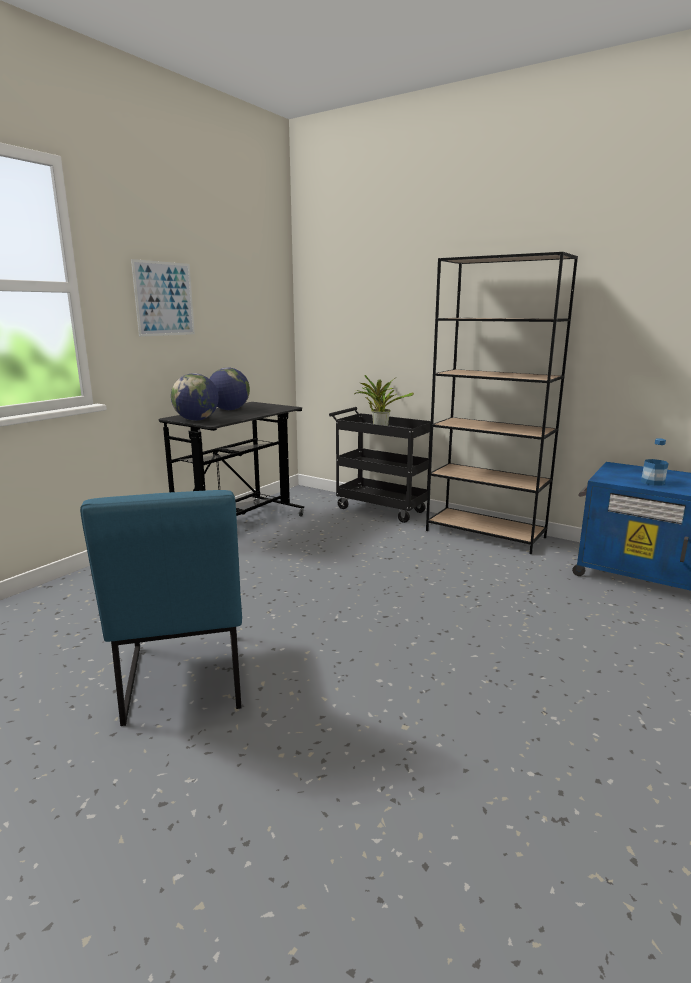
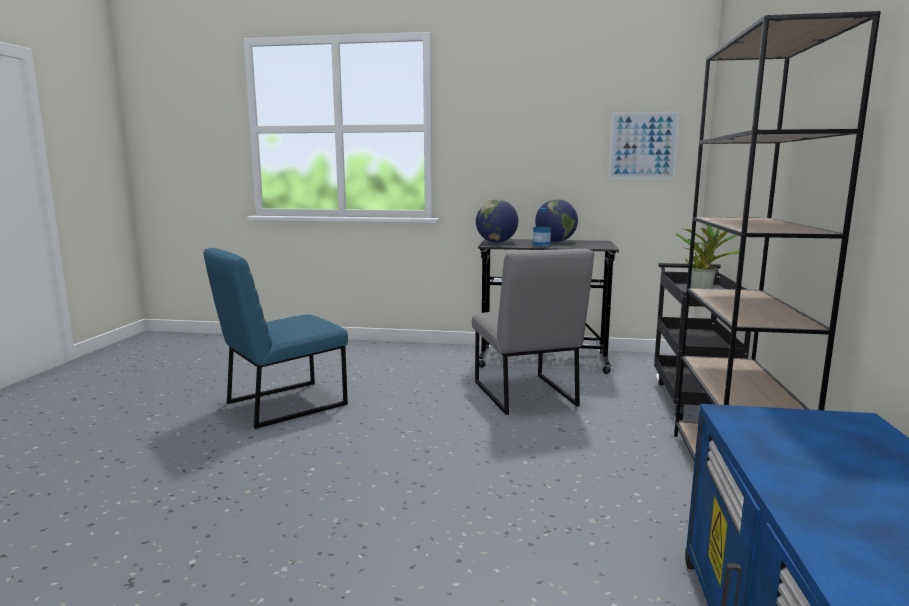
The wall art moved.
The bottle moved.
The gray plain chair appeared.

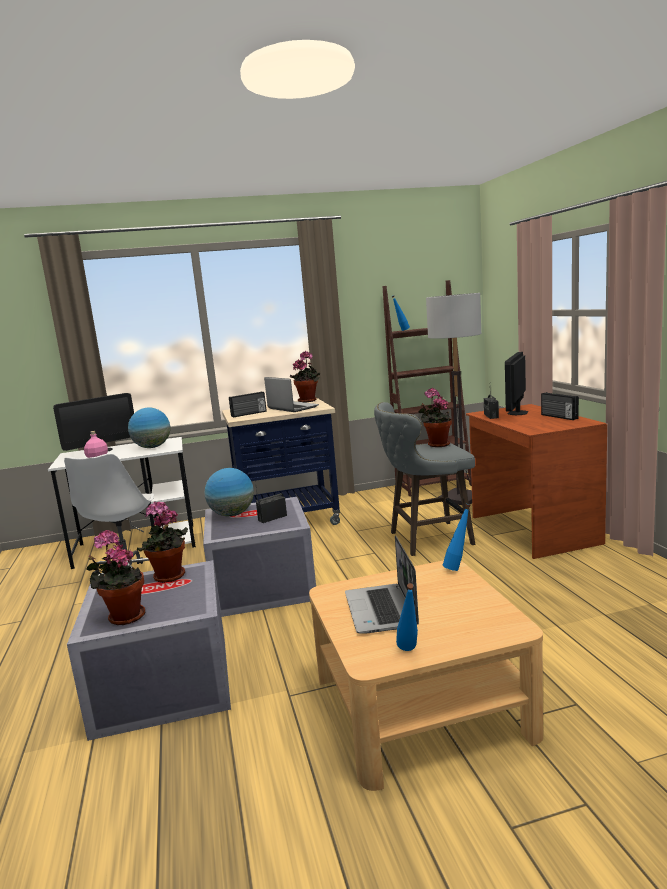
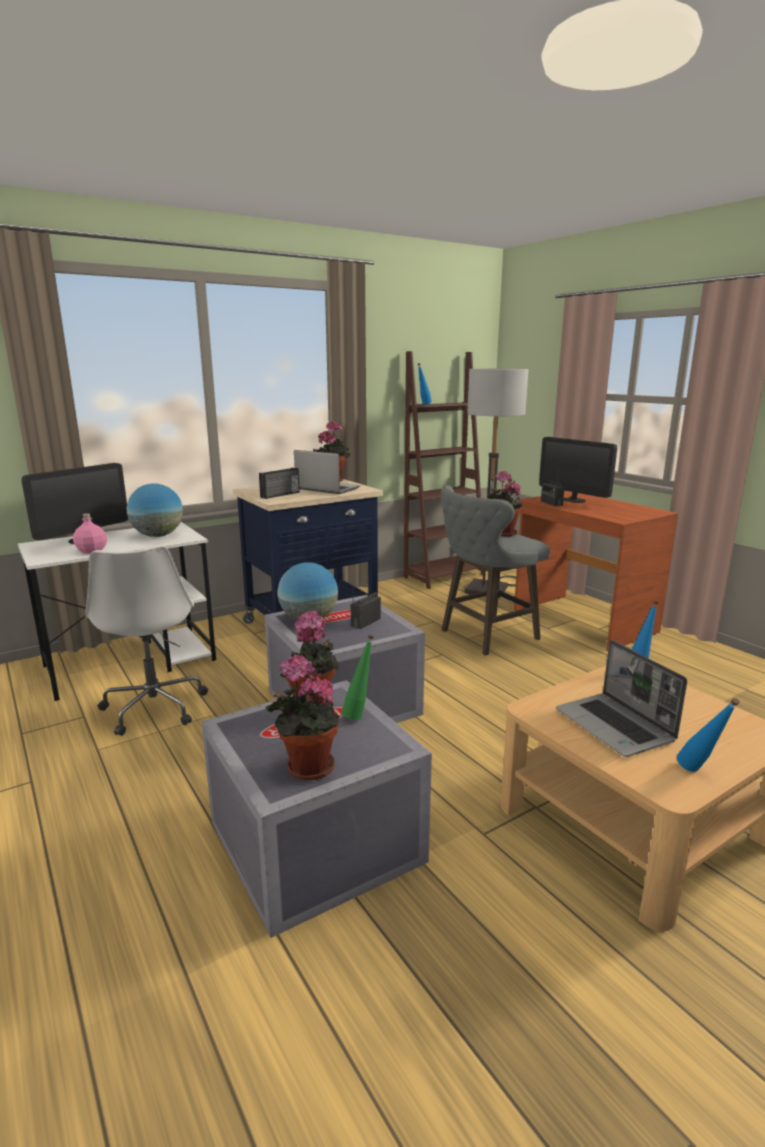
The computer display (no. 2 from left) turned 45 degrees counterclockwise.
The radio set (no. 4 from left) disappeared.
The greenish bottle appeared.

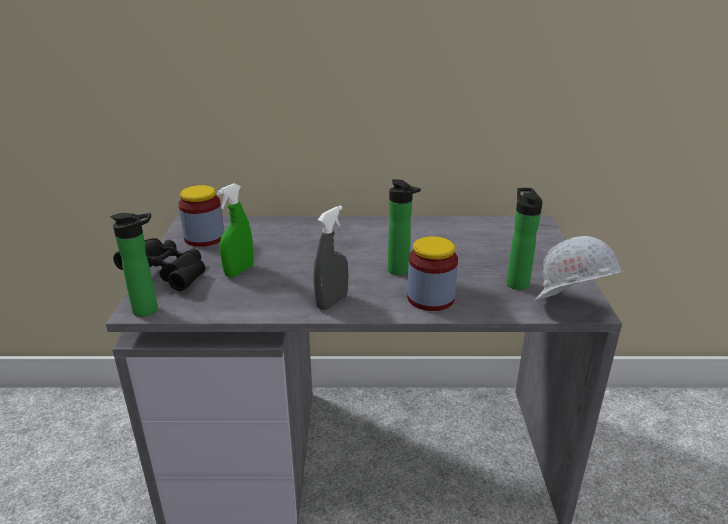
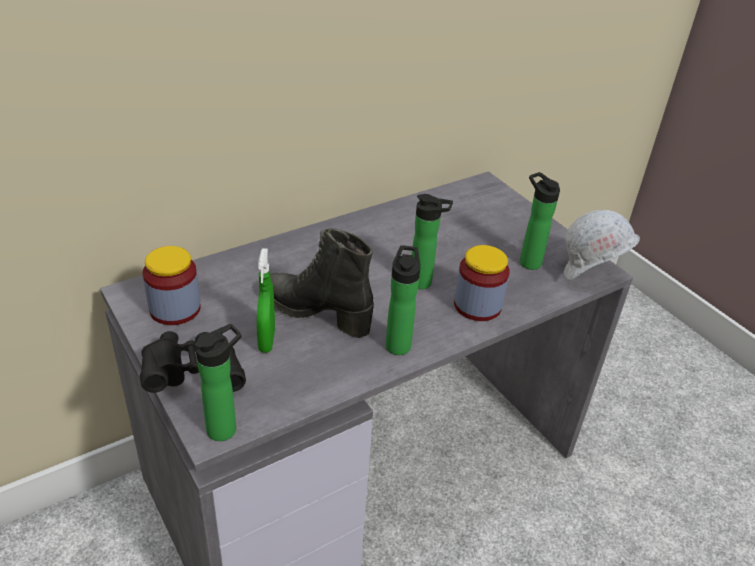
The gray hand sprayer was replaced by the bottle (no. 2 from left).
The black-coloured high-top boot appeared.

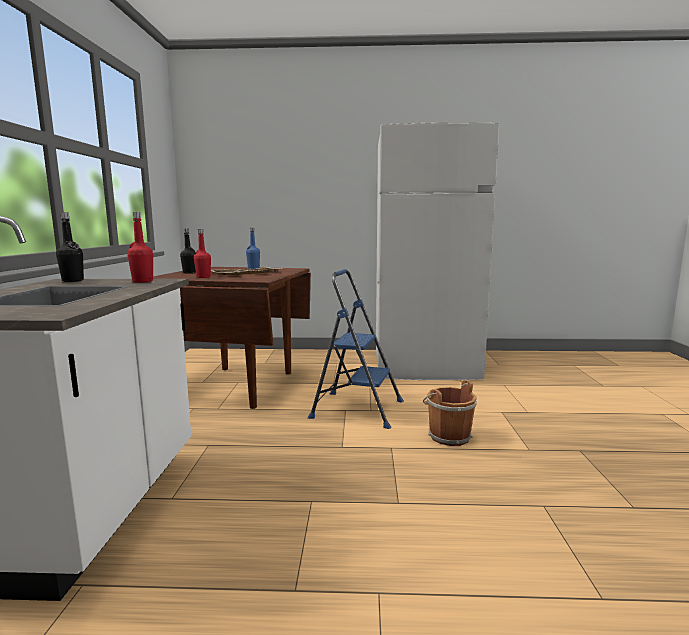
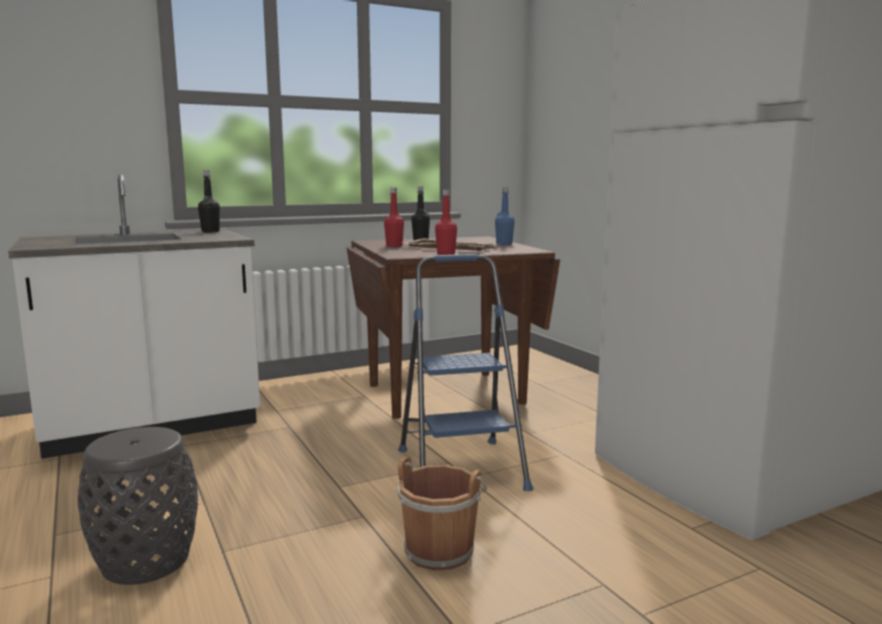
The red-coloured bottle (no. 1 from left in the first image) moved.
The gray sitting stool appeared.

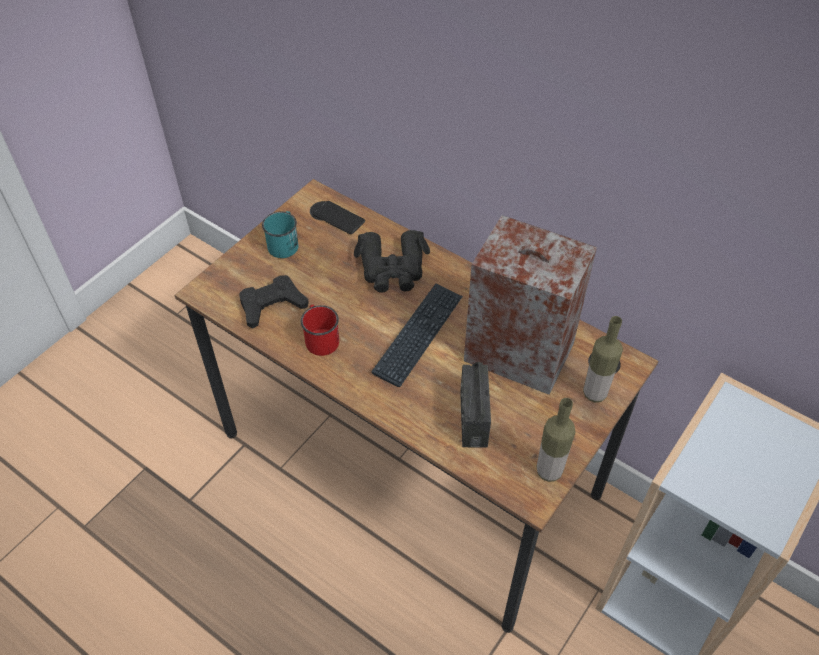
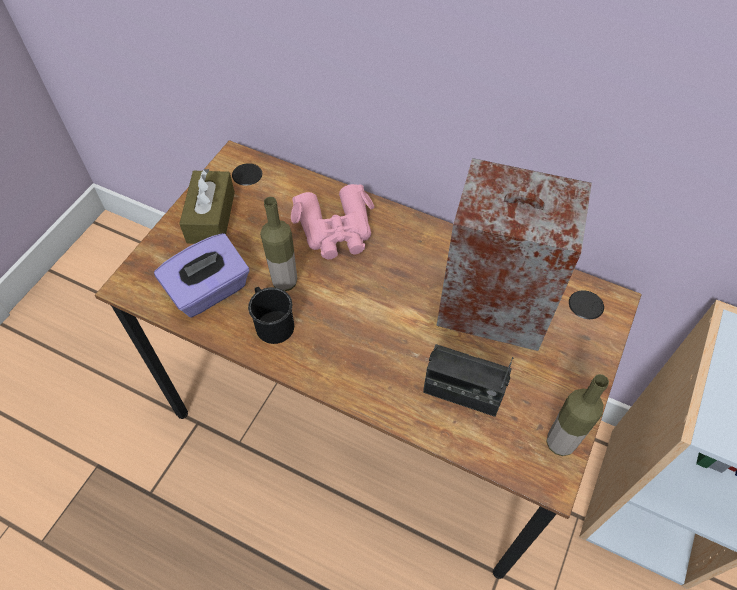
The black-coloured gamepad was replaced by the purple tissue box.
The turquoise tea mug was replaced by the brown-coloured tissue box.
The red-coloured tea mug became the black-coloured tea mug.
The telephone disappeared.
The black-coloured binoculars became the pinkish binoculars.
The keyboard disappeared.
The radio set turned 60 degrees counterclockwise.
The bottle (no. 2 from left in the first image) moved.

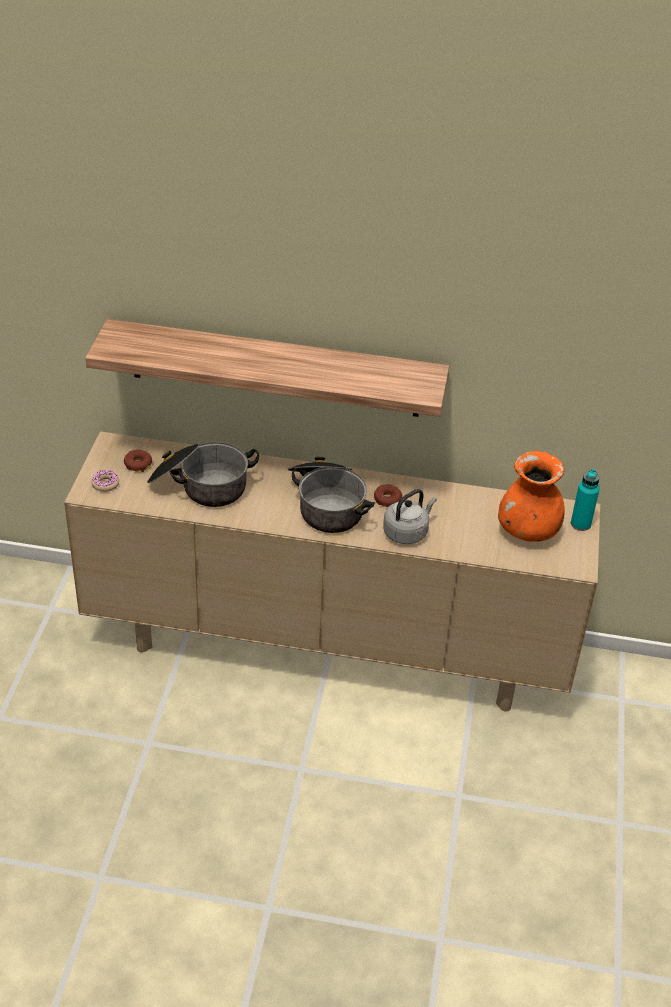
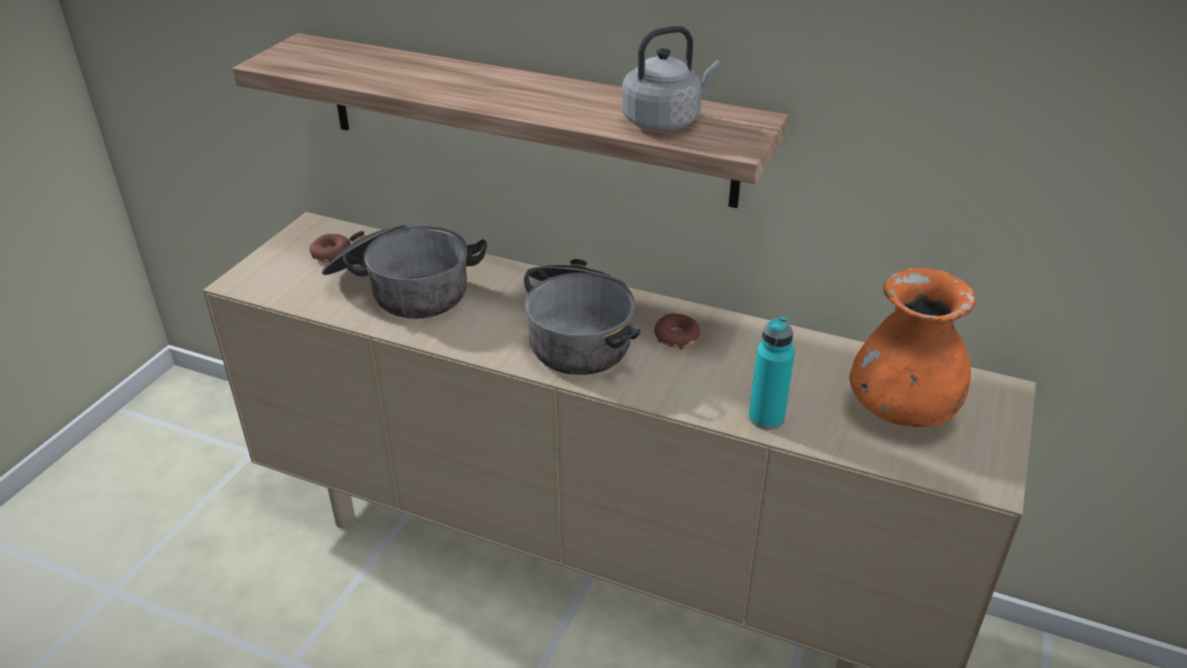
The ring doughnut (no. 1 from left) disappeared.
The gray kettle moved.
The turquoise bottle moved.

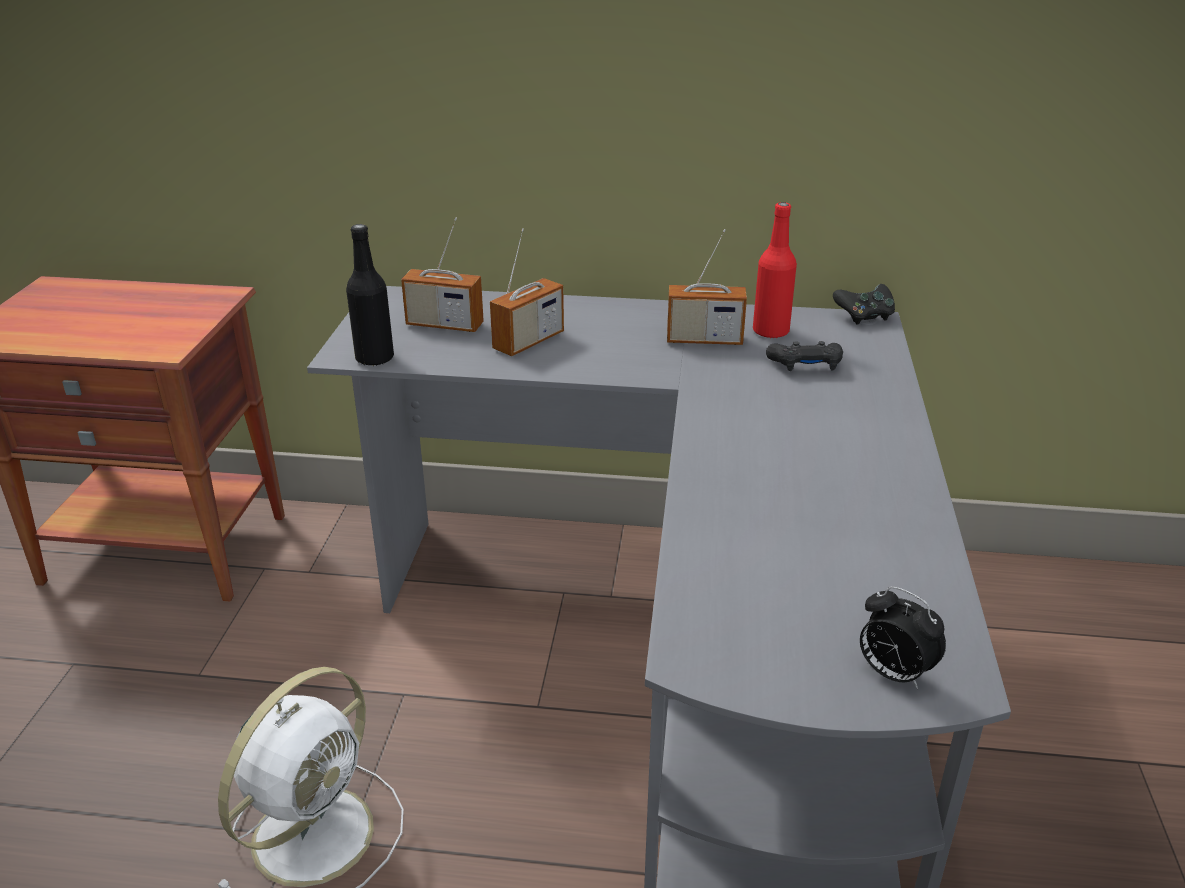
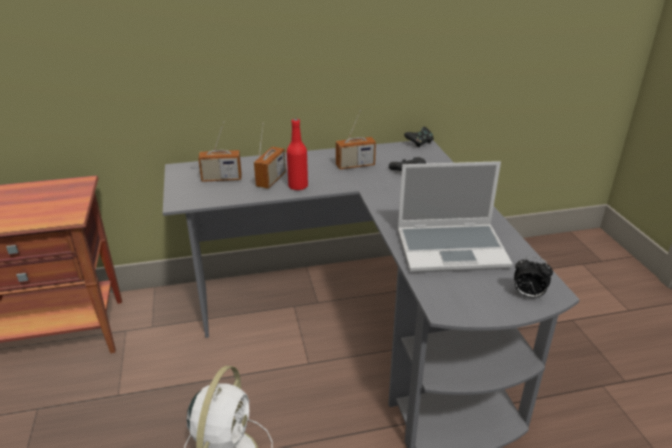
The black-coloured bottle disappeared.
The red-coloured bottle moved.
The portable computer appeared.

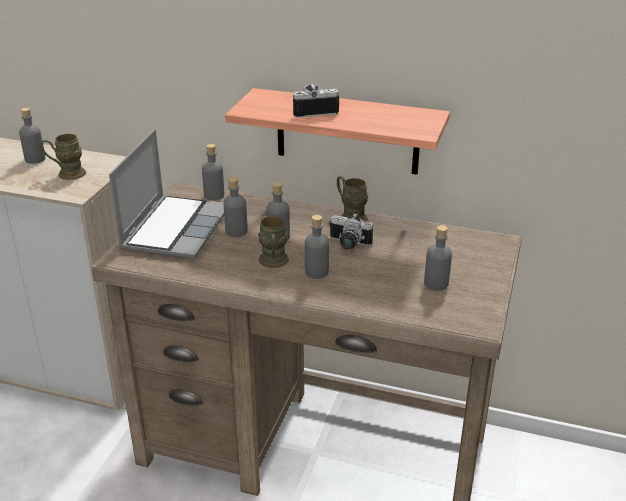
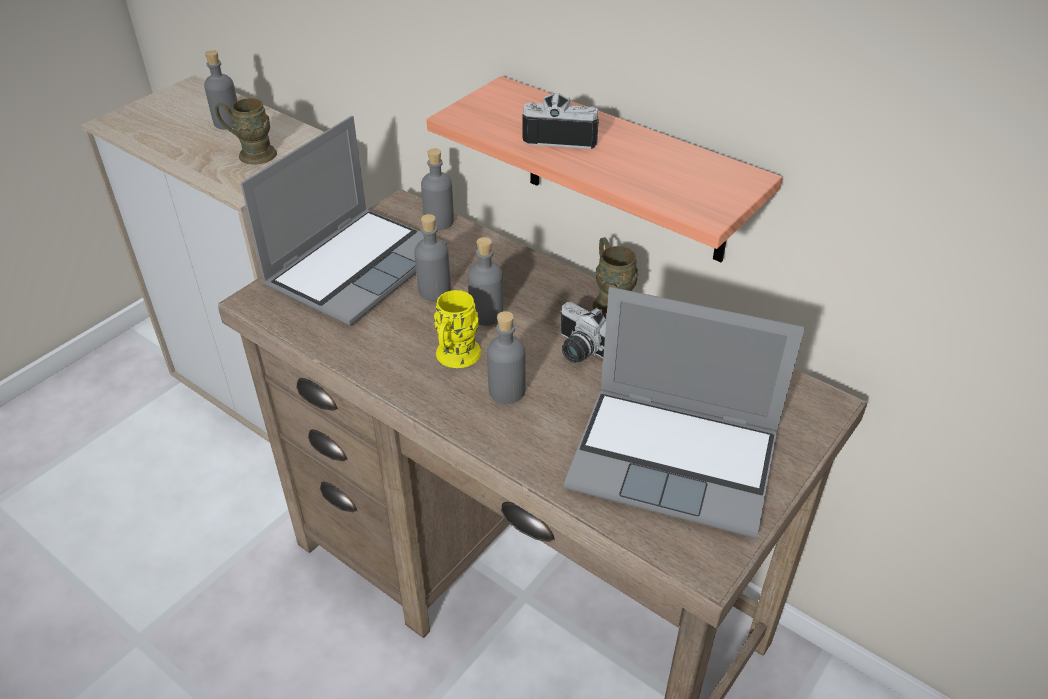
The brown-coloured tea mug (no. 2 from left) became the yellow tea mug.
The gray bottle (no. 6 from left) was replaced by the portable computer (no. 2 from left).

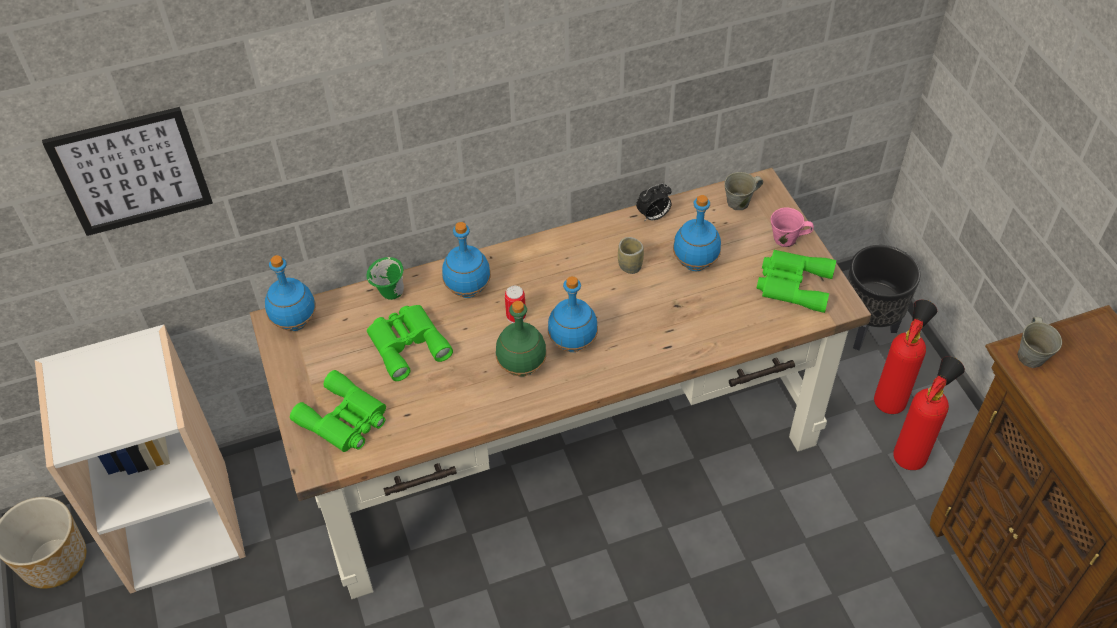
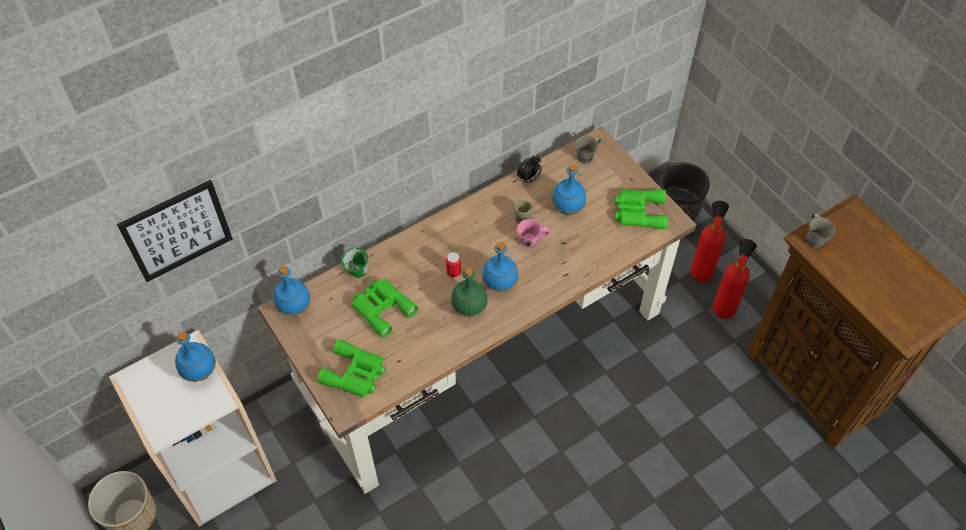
The blue-coloured bottle (no. 2 from left in the first image) moved.
The pinkish tea mug moved.

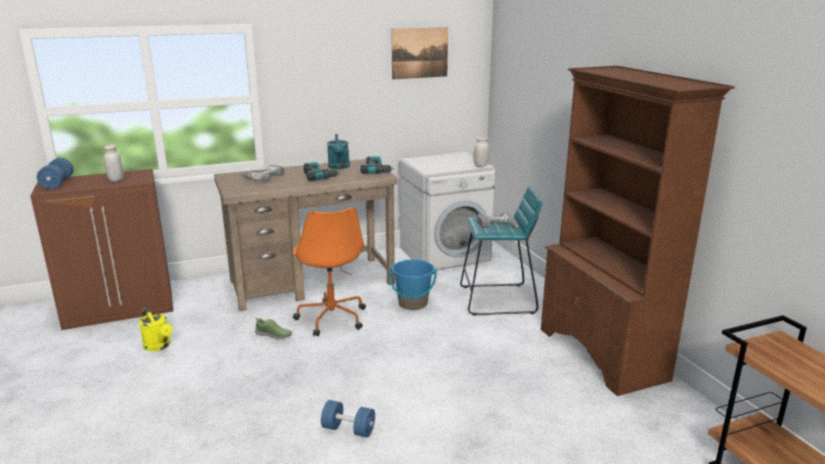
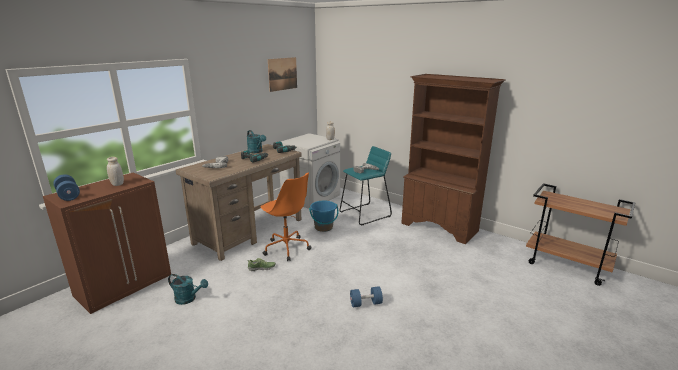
The yellow sprinkling can became the turquoise sprinkling can (no. 1 from left).

